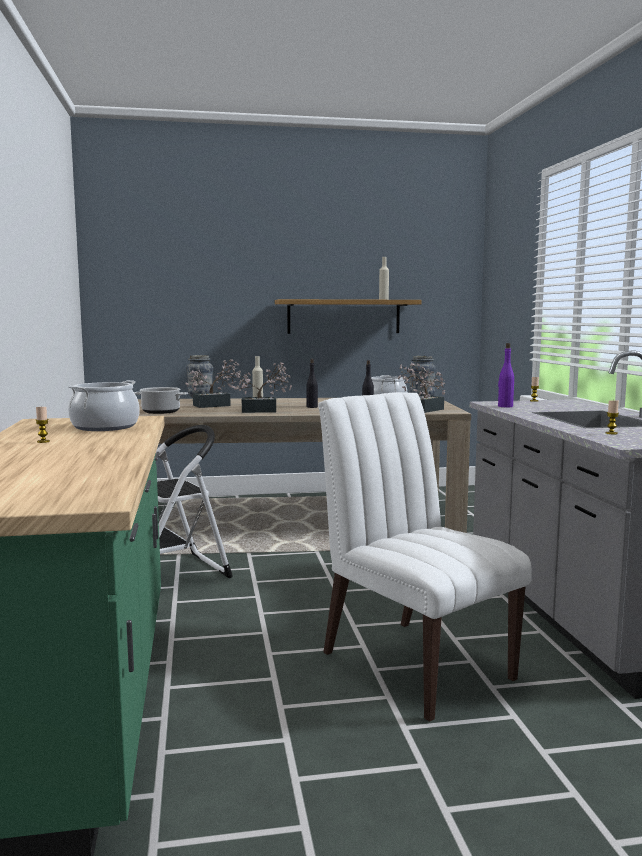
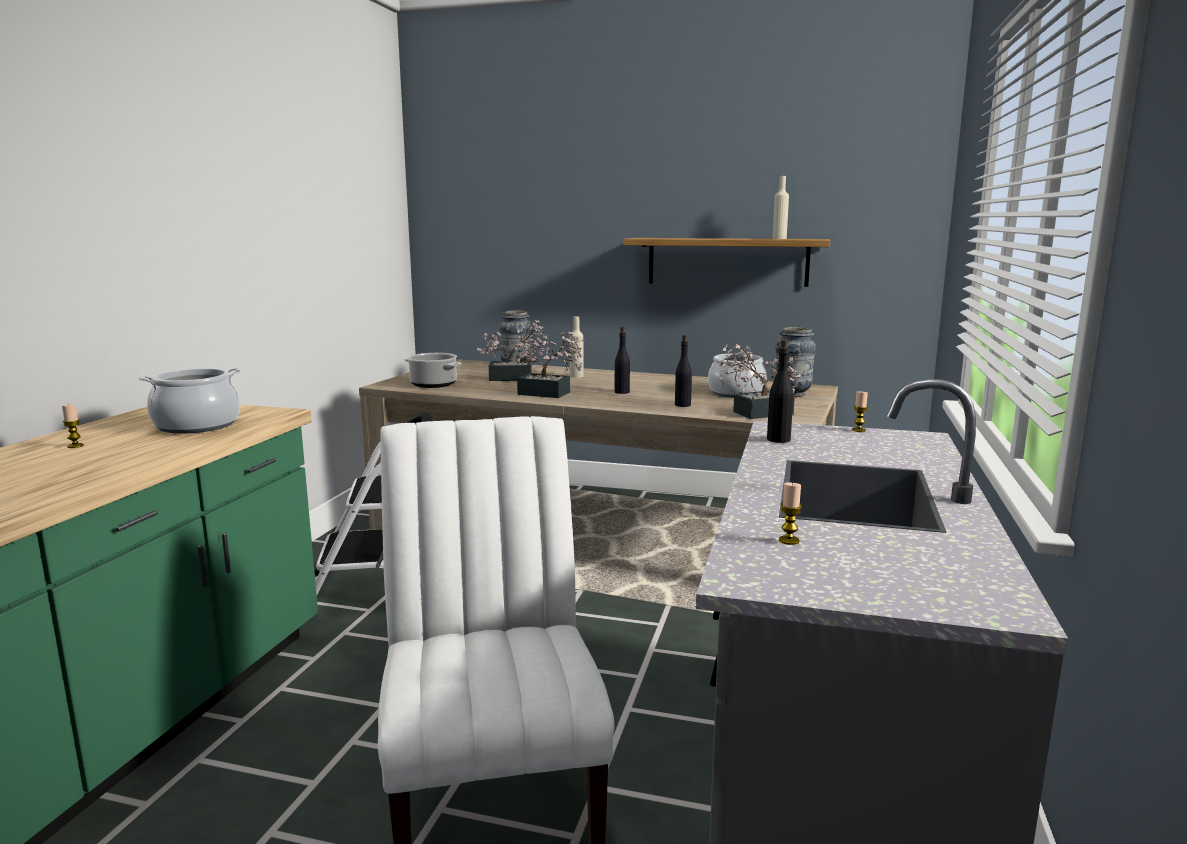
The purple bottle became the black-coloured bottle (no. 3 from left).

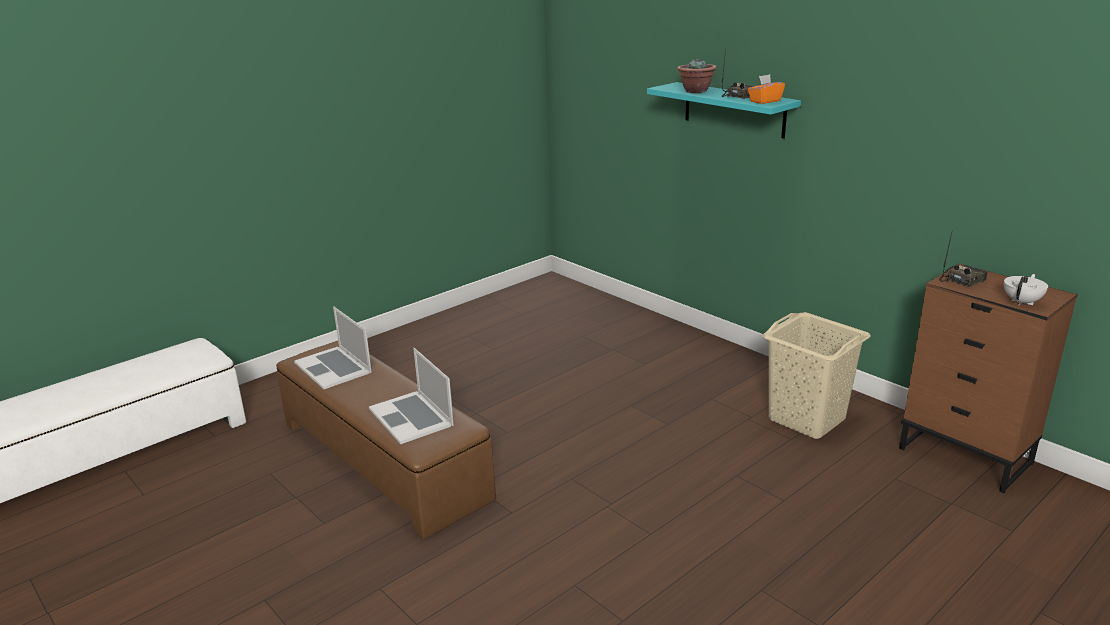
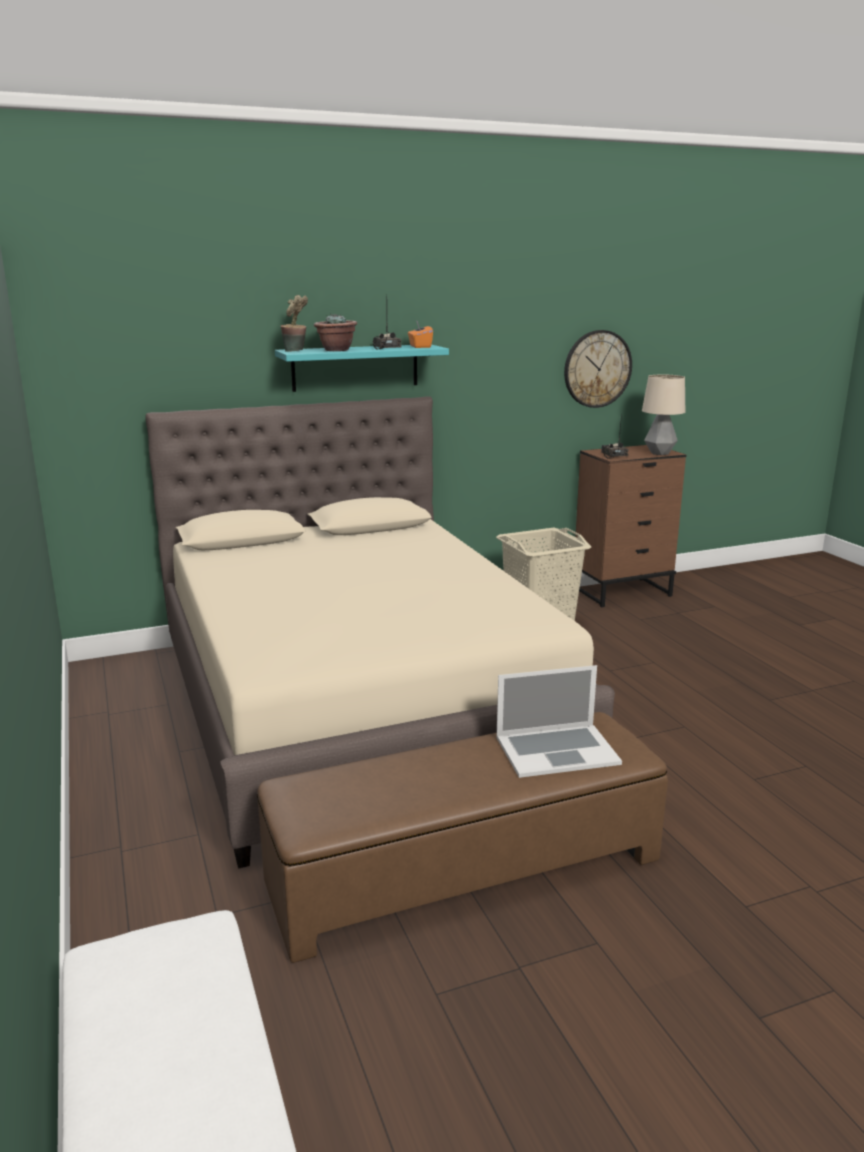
The portable computer (no. 1 from left) disappeared.
The white tea pot was replaced by the tabletop lamp.
The sand-coloured sleeping bed appeared.
The plant in a pot (no. 1 from left) appeared.
The clock on the wall appeared.

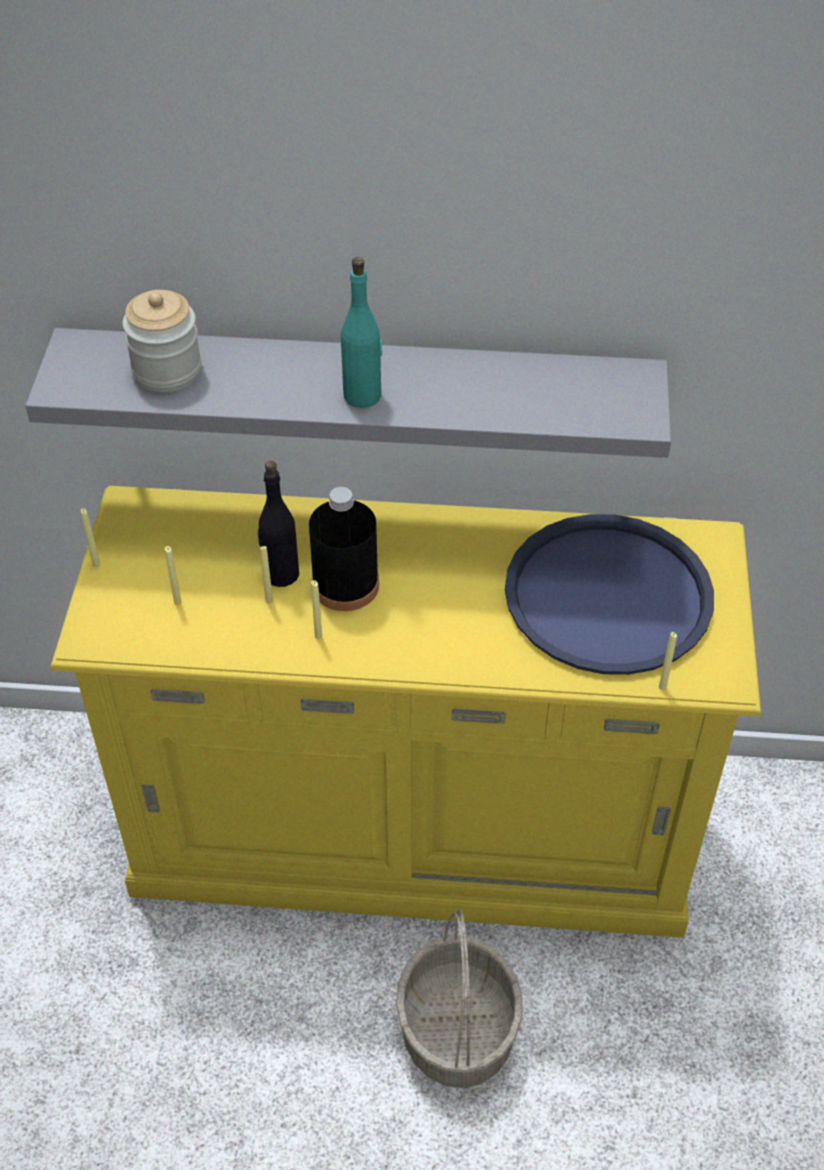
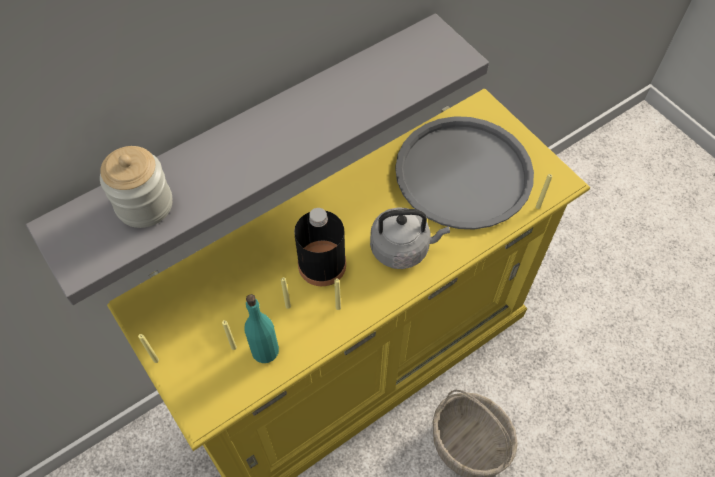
The black-coloured bottle (no. 1 from left) disappeared.
The turquoise bottle moved.
The blue-coloured carrying tray became the gray carrying tray.
The gray kettle appeared.

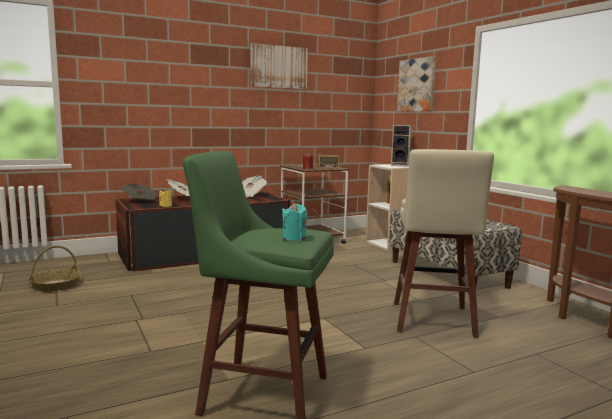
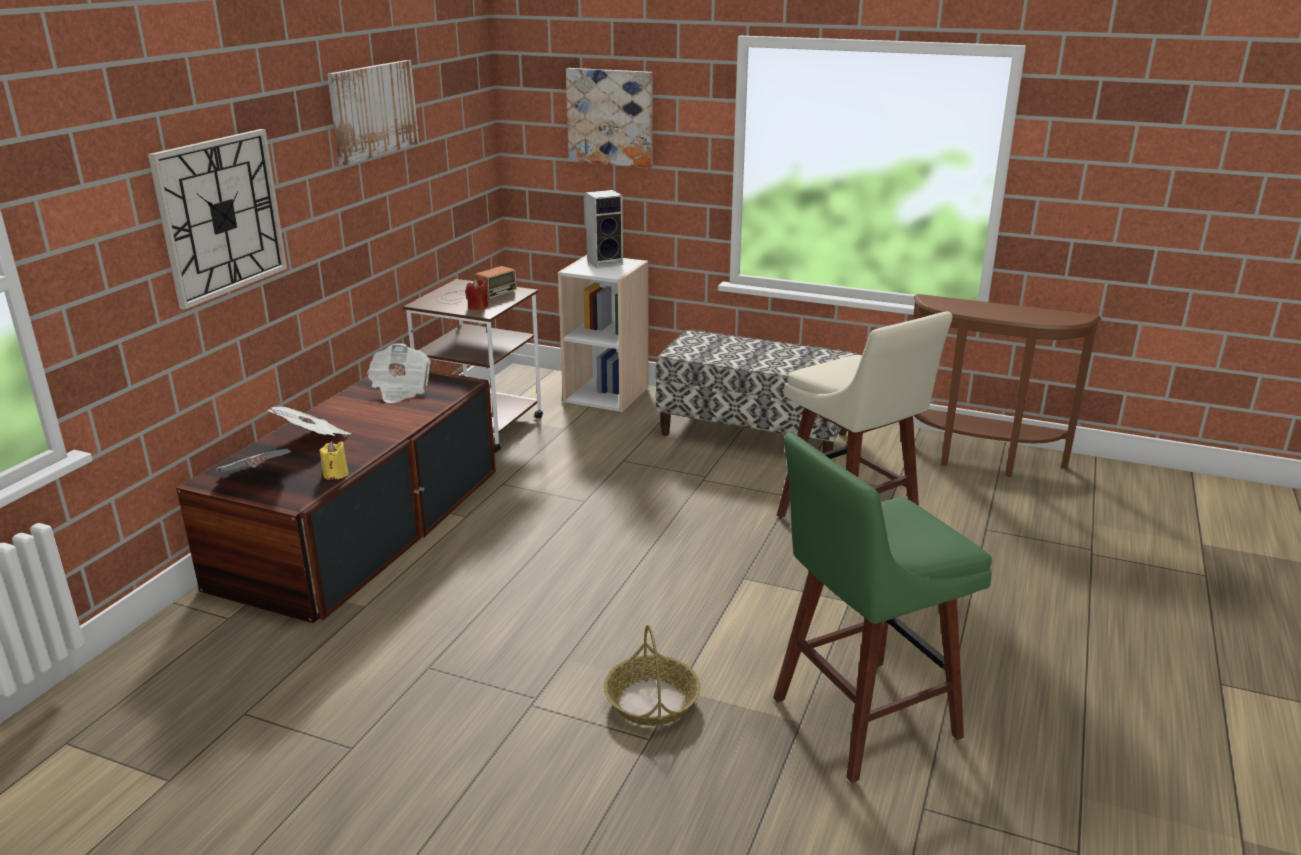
The basket moved.
The turquoise candle disappeared.
The clock on the wall appeared.

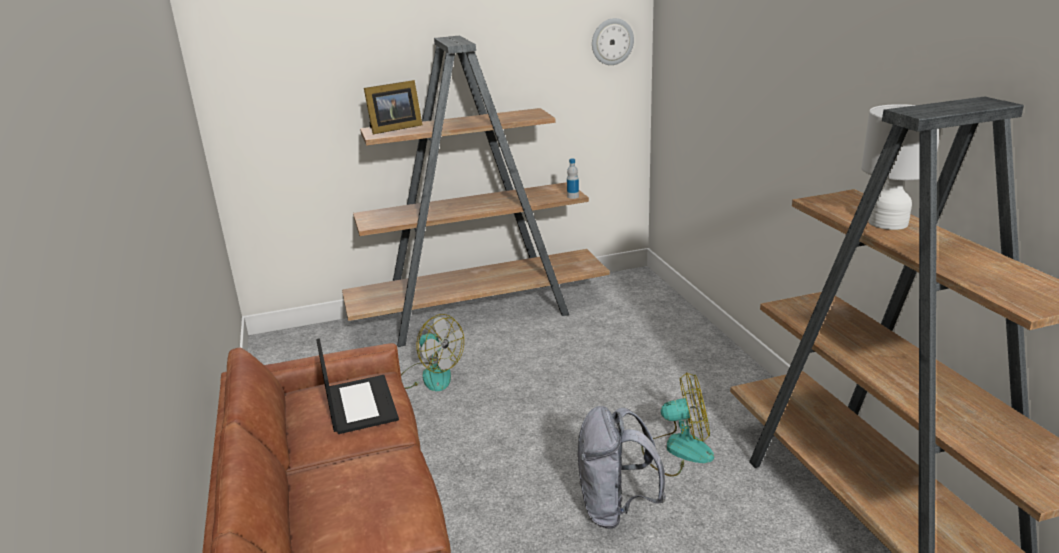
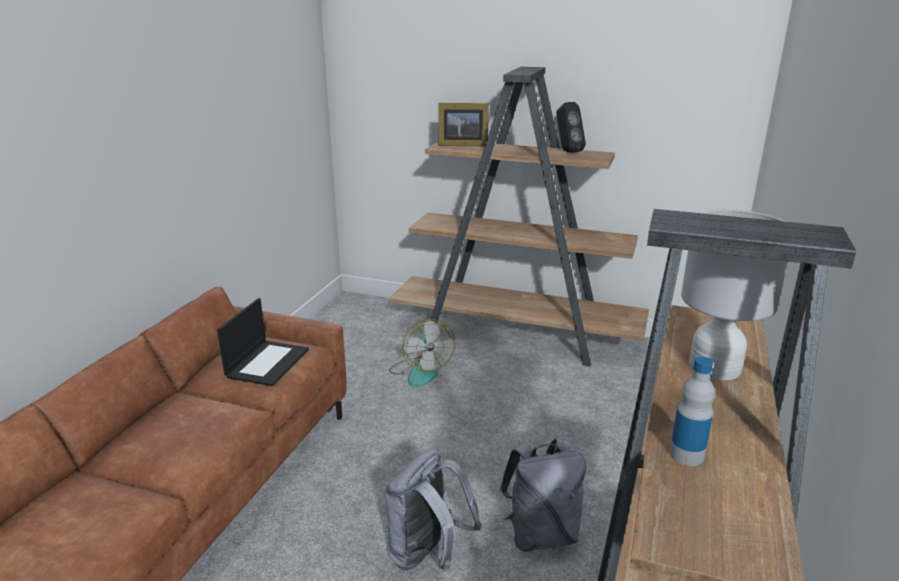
The bottle moved.
The clock on the wall disappeared.
The cooling fan (no. 2 from left) was replaced by the gray rucksack (no. 2 from left).
The black-coloured audio speaker appeared.

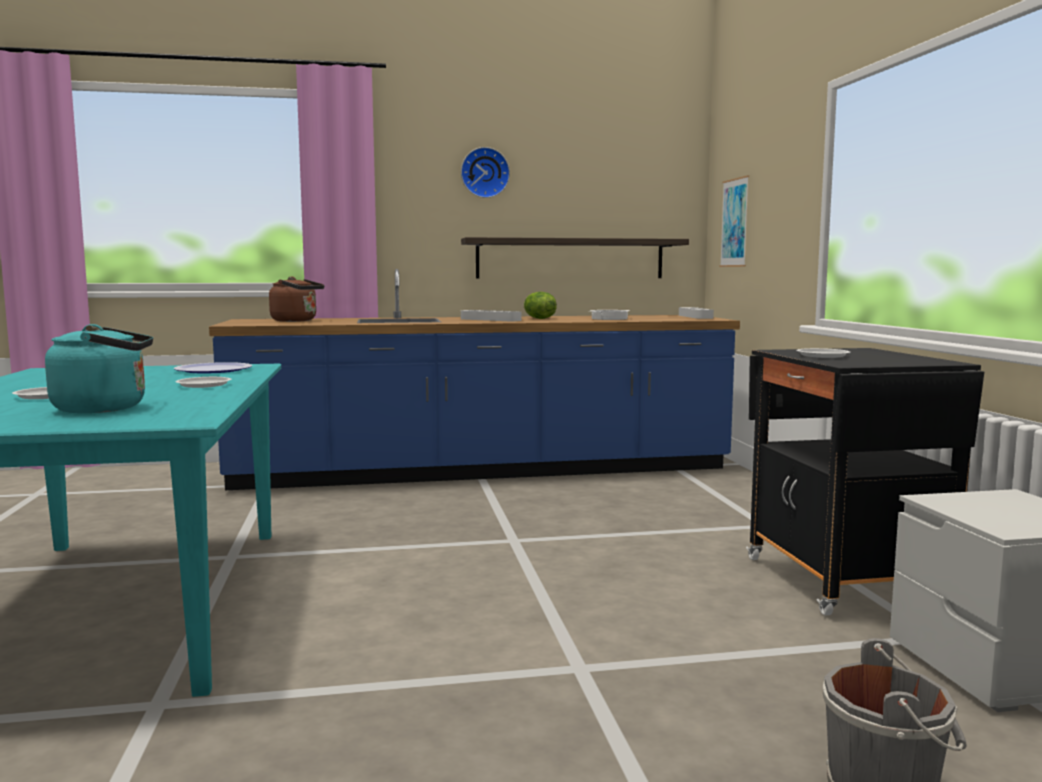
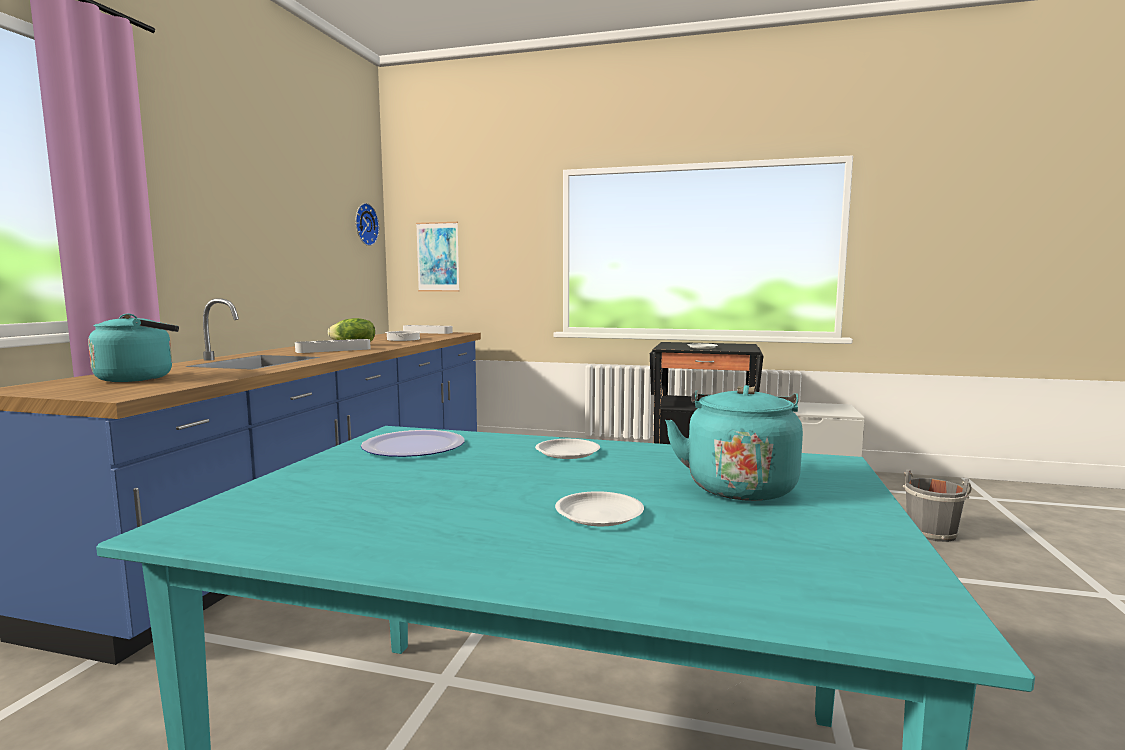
The brown-coloured kettle became the turquoise kettle (no. 1 from left).
The clock on the wall moved.
The bracket shelf disappeared.

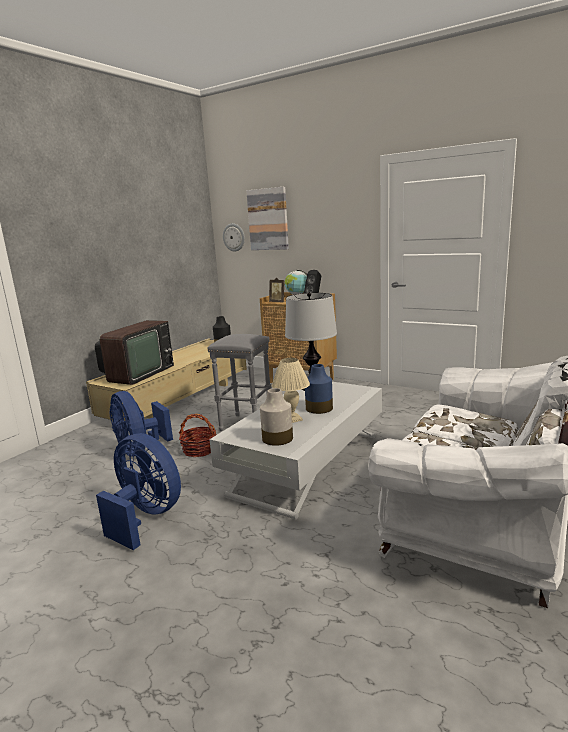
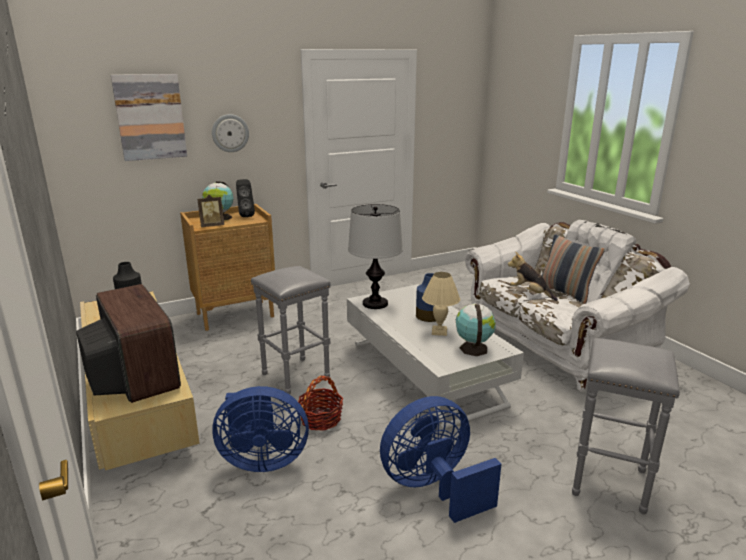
The clock on the wall moved.
The sand-coloured vase was replaced by the globe (no. 2 from left).
The soft toy appeared.
The cushion appeared.
The gray sitting stool (no. 2 from left) appeared.

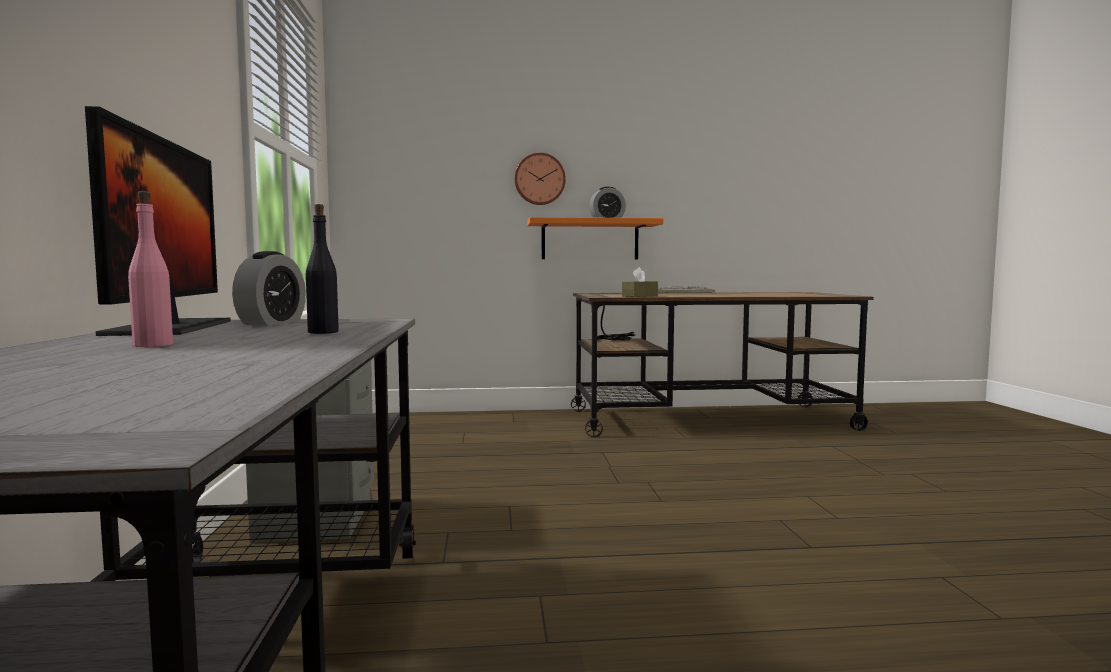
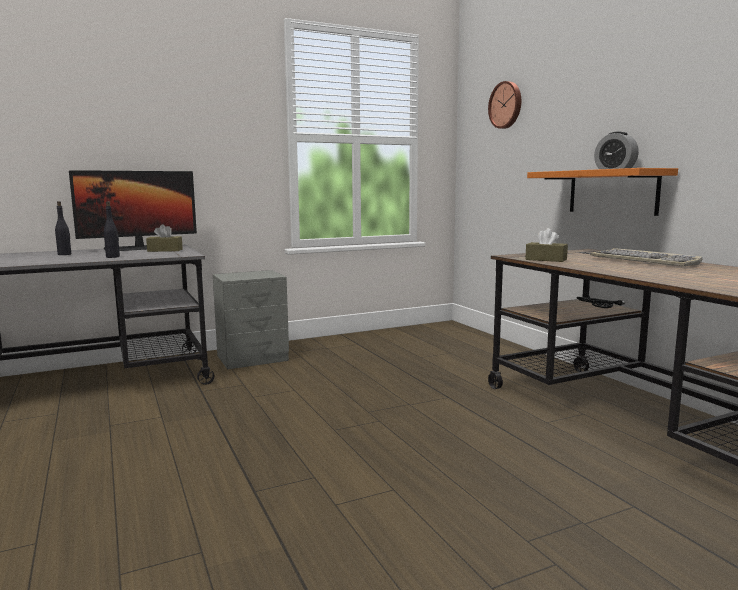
The pinkish bottle became the black-coloured bottle (no. 1 from left).
The table clock (no. 1 from left) was replaced by the brown-coloured tissue box (no. 1 from left).
The clock on the wall moved.

